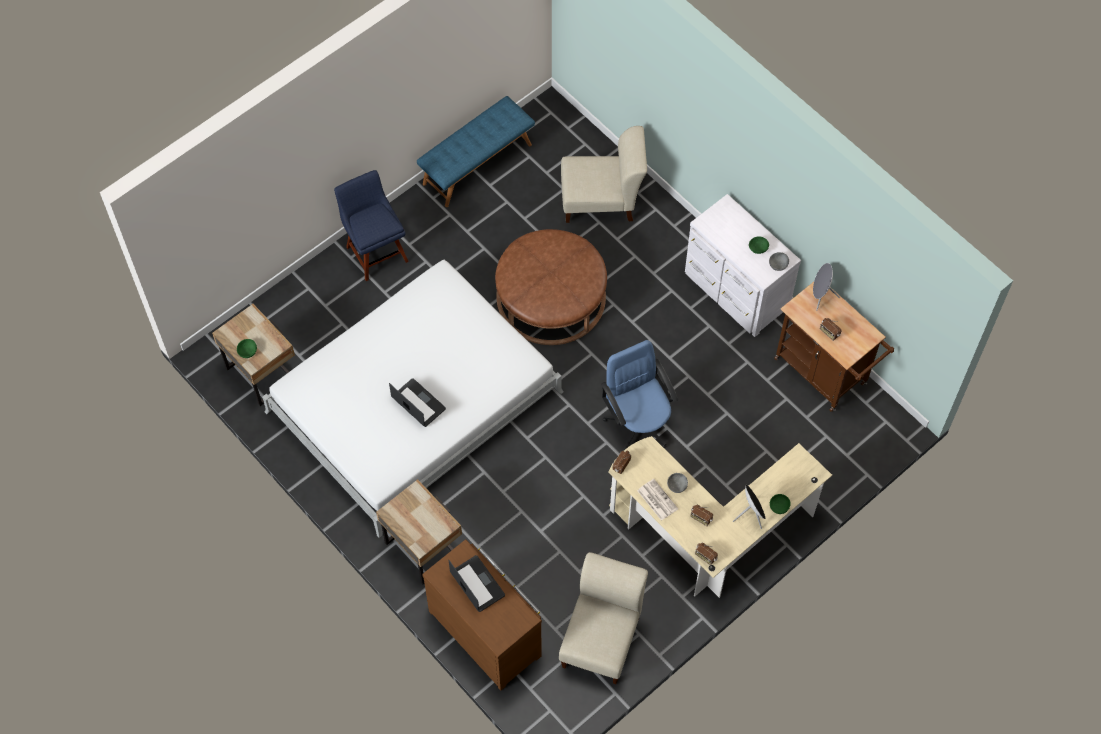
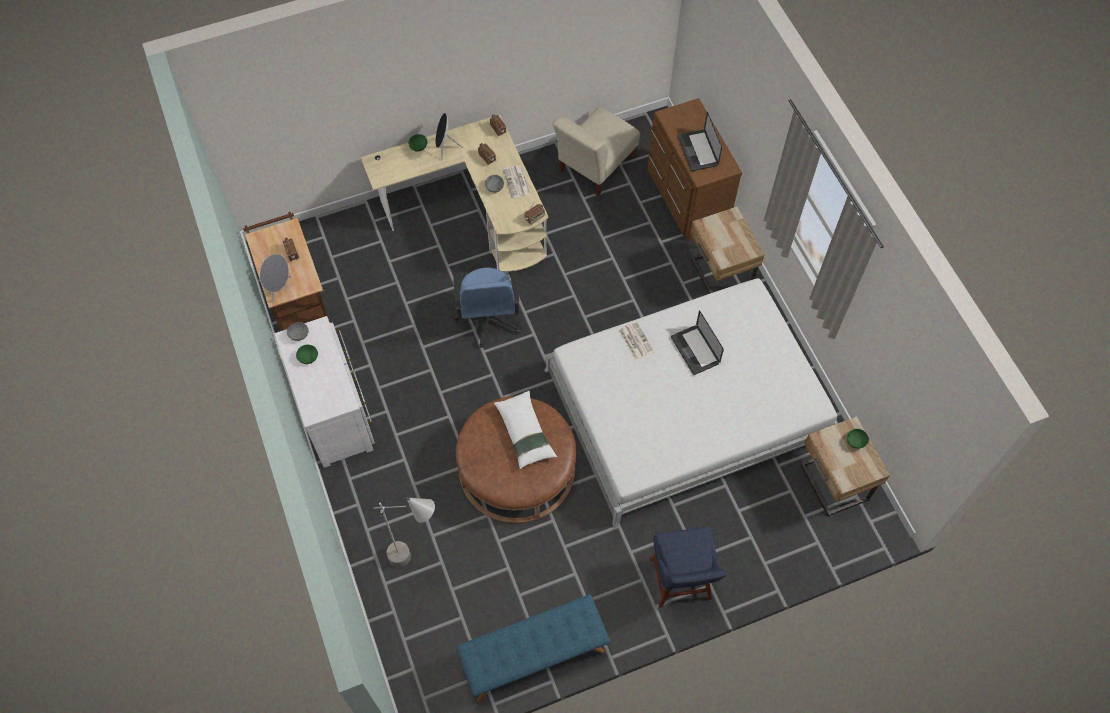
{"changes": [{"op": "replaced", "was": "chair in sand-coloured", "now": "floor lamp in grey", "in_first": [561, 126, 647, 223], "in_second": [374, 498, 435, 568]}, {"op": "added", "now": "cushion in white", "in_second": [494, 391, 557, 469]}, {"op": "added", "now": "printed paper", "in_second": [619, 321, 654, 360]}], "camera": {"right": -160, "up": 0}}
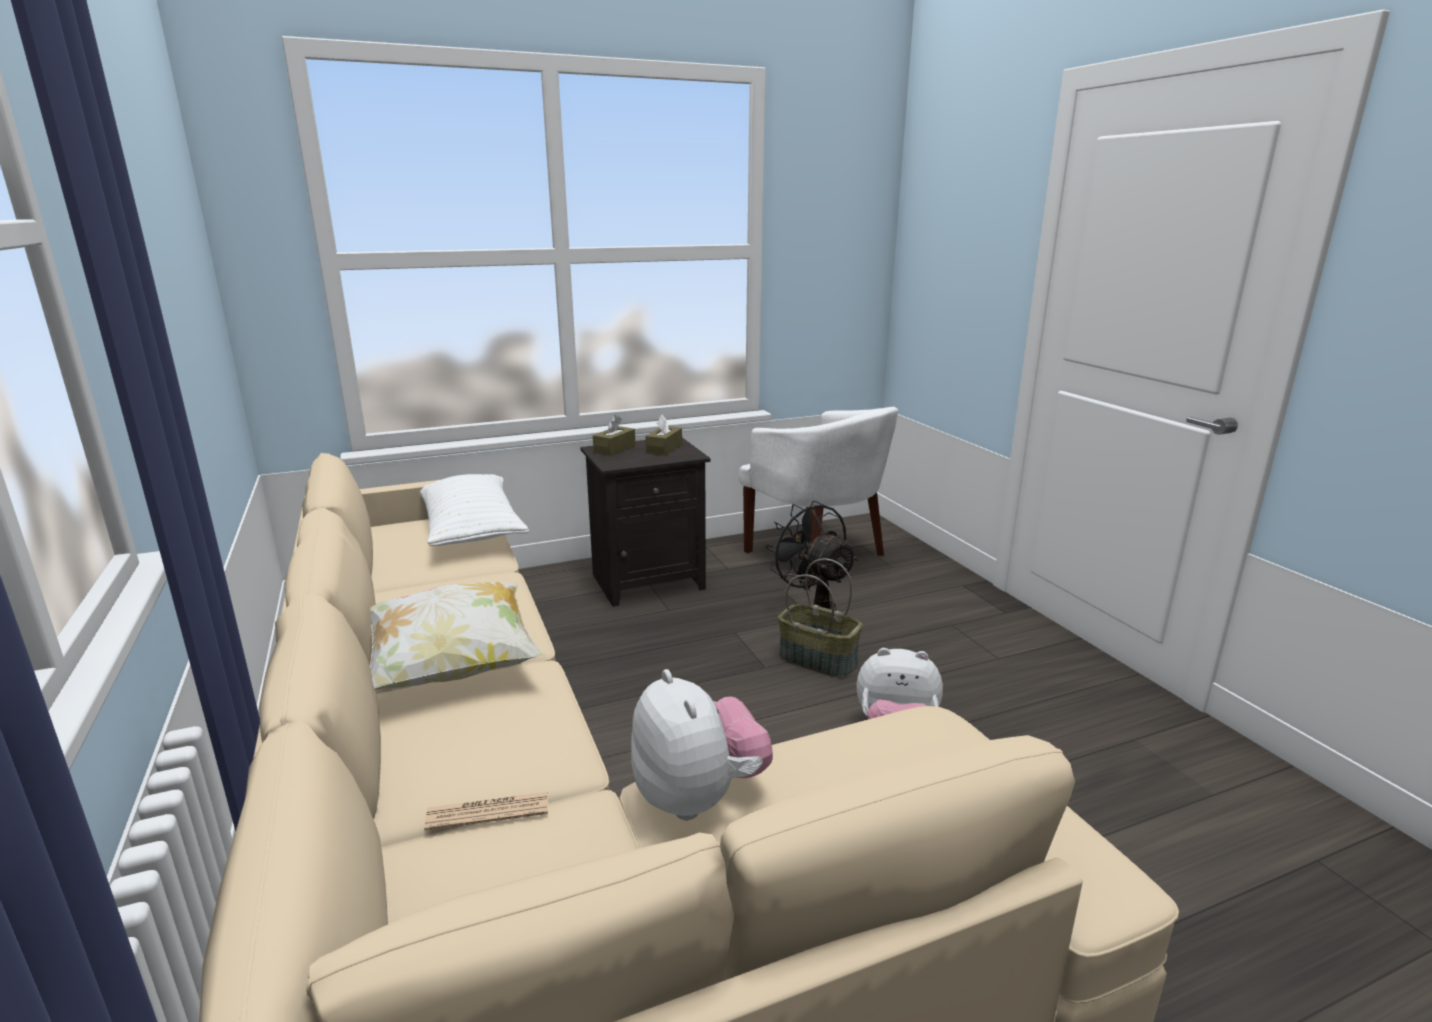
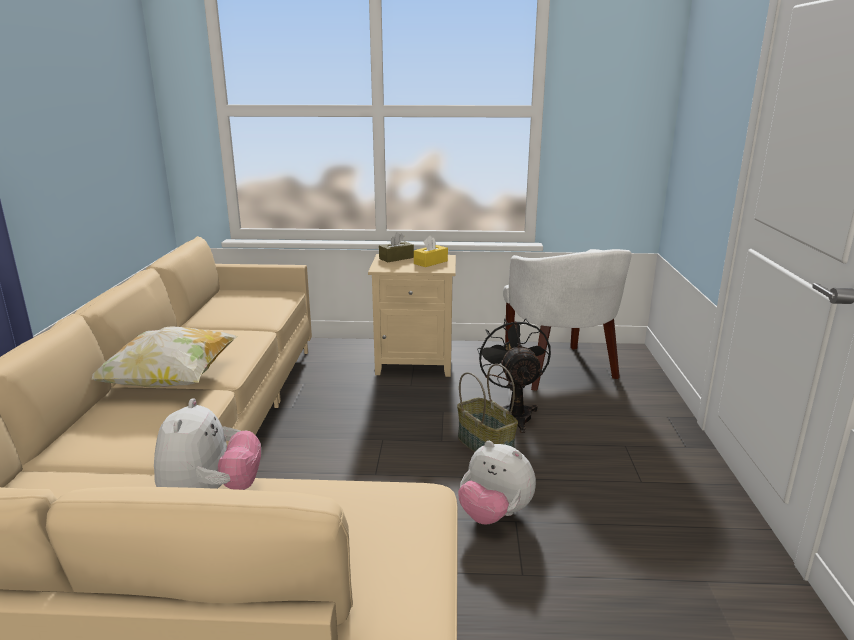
{"changes": [{"op": "recoloured", "was": "bedside table in black-coloured", "now": "bedside table in sand-coloured", "in_first": [580, 438, 710, 606], "in_second": [368, 254, 456, 377]}, {"op": "recoloured", "was": "tissue box in brownish", "now": "tissue box in yellow-coloured", "in_first": [645, 415, 682, 456], "in_second": [414, 235, 448, 267]}, {"op": "removed", "was": "cushion in white", "in_first": [420, 474, 529, 546]}, {"op": "removed", "was": "printed paper", "in_first": [424, 792, 548, 831]}], "camera": {"right": 25, "up": 0}}
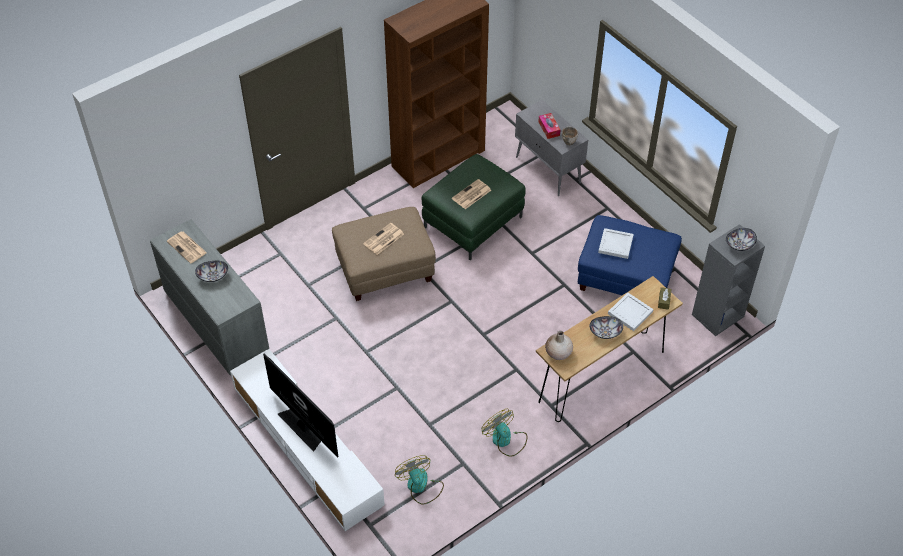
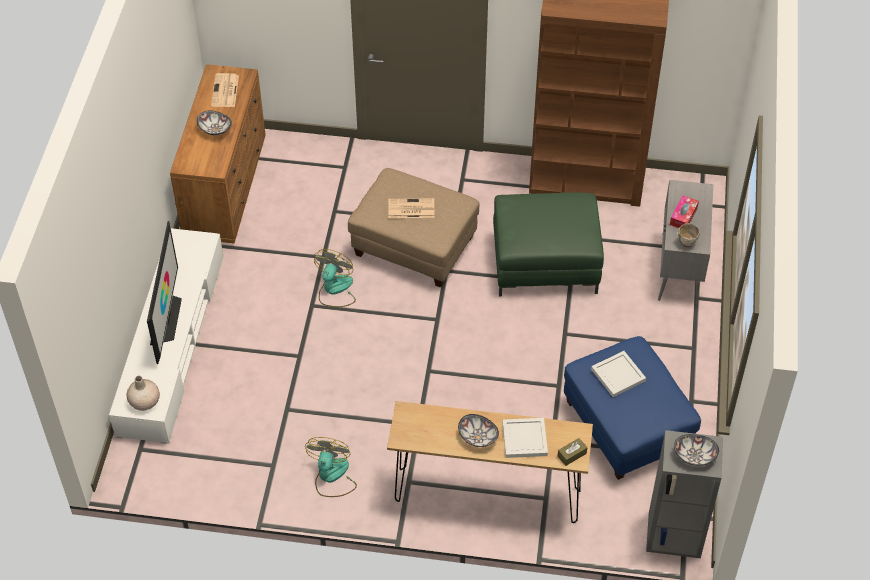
{"changes": [{"op": "moved", "was": "decorative vase in sand-coloured", "in_first": [545, 331, 573, 360], "in_second": [127, 376, 160, 411]}, {"op": "recoloured", "was": "drawer chest in grey", "now": "drawer chest in brownish", "in_first": [150, 219, 269, 376], "in_second": [170, 64, 266, 243]}, {"op": "moved", "was": "fan", "in_first": [395, 455, 444, 505], "in_second": [314, 249, 356, 307]}, {"op": "removed", "was": "printed paper", "in_first": [452, 179, 491, 209]}], "camera": {"right": 45, "up": 0}}
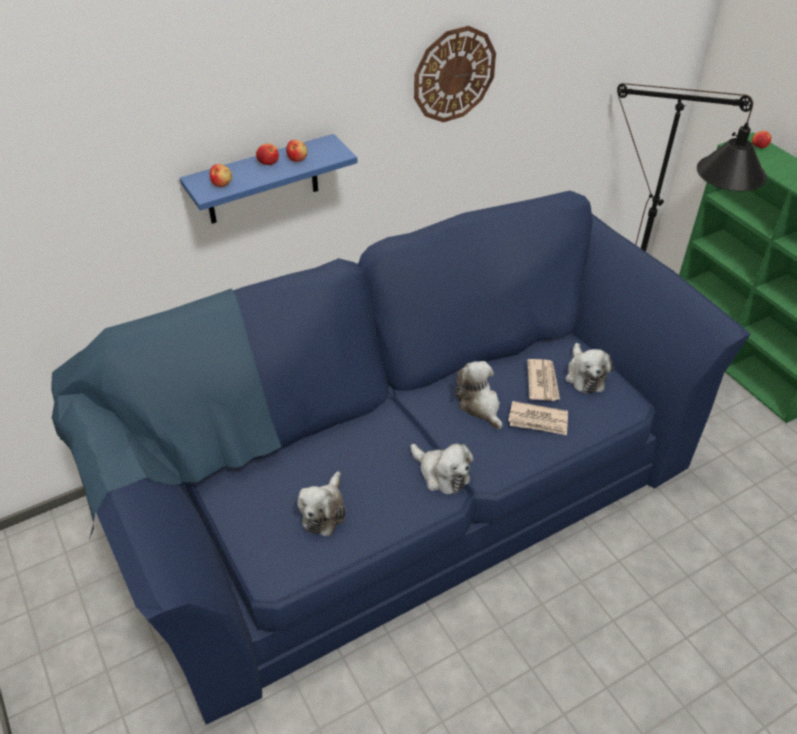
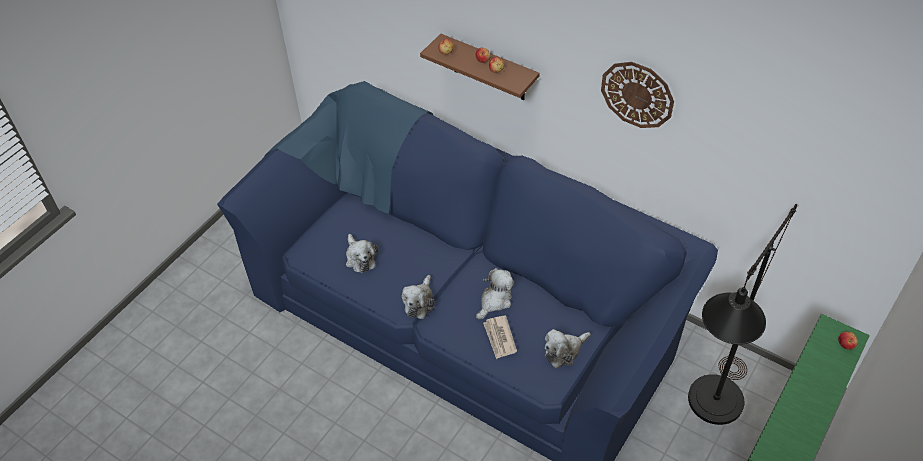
{"changes": [{"op": "turned", "was": "plush toy", "in_first": [297, 471, 346, 536], "in_second": [346, 234, 378, 273], "clockwise": -105}, {"op": "recoloured", "was": "shelf in blue-coloured", "now": "shelf in brownish", "in_first": [180, 134, 358, 224], "in_second": [420, 34, 540, 100]}, {"op": "removed", "was": "printed paper", "in_first": [527, 359, 560, 401]}], "camera": {"right": 65, "up": 5}}
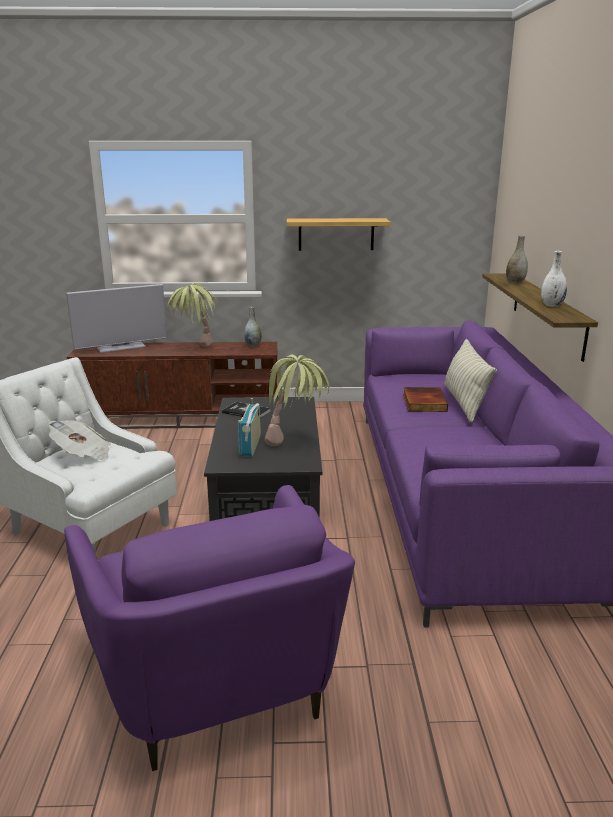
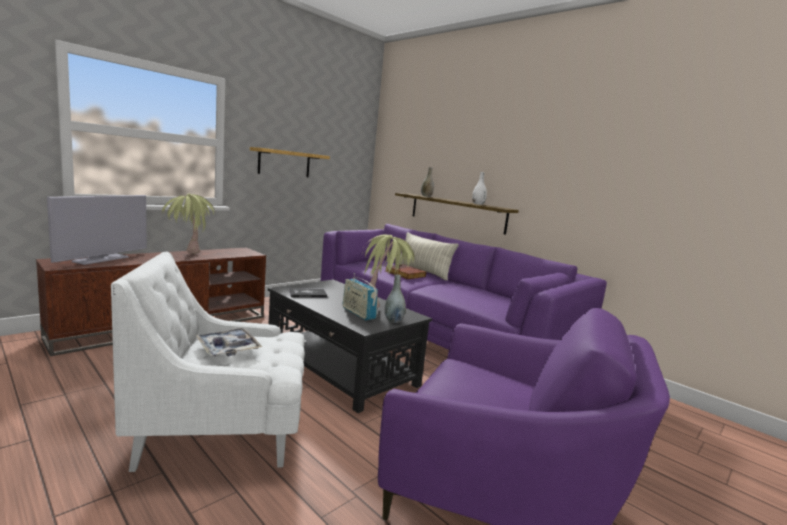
{"changes": [{"op": "replaced", "was": "printed paper", "now": "tray", "in_first": [48, 420, 110, 461], "in_second": [196, 328, 262, 356]}, {"op": "moved", "was": "decorative vase in grey", "in_first": [244, 307, 262, 347], "in_second": [385, 274, 406, 323]}], "camera": {"right": -45, "up": -10}}
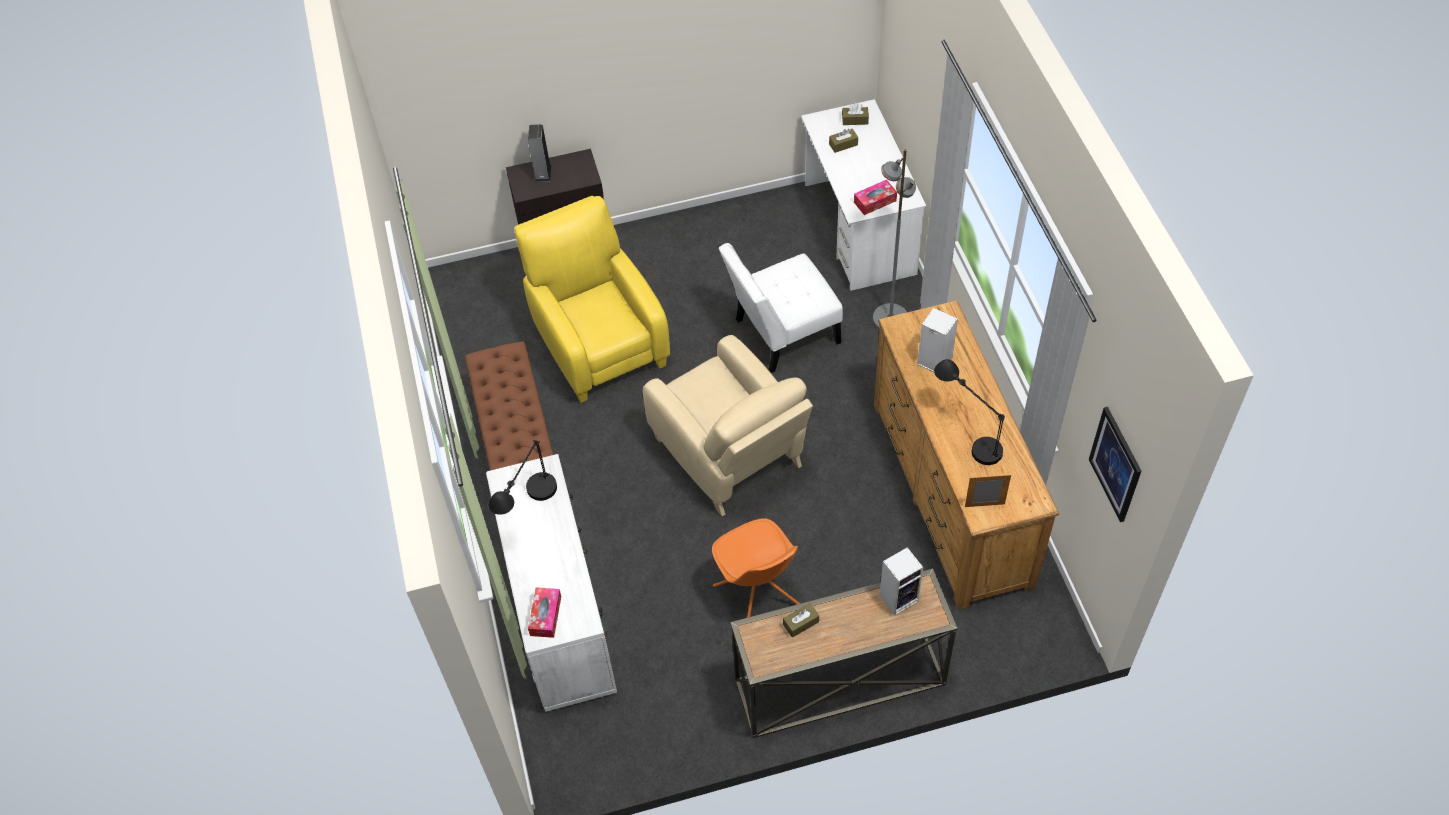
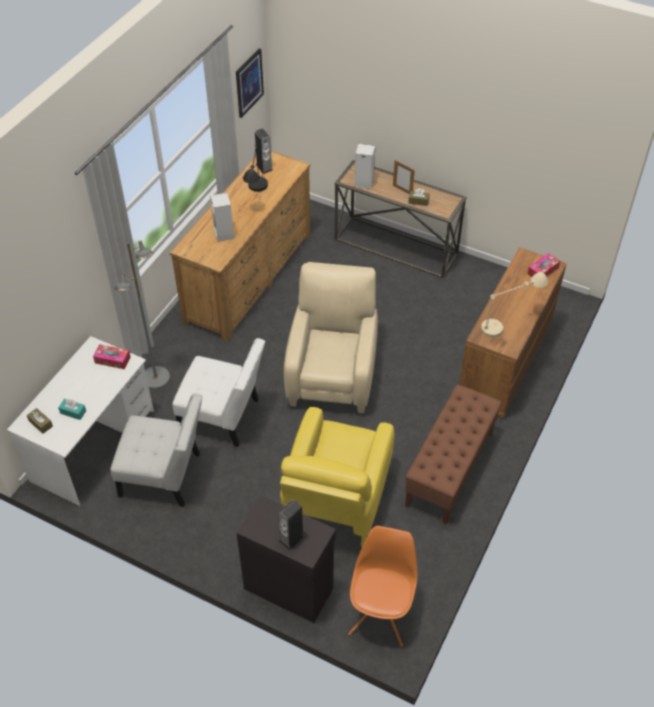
{"changes": [{"op": "recoloured", "was": "tissue box in brownish", "now": "tissue box in turquoise-coloured", "in_first": [829, 129, 858, 153], "in_second": [58, 399, 86, 420]}, {"op": "added", "now": "chair in white", "in_second": [110, 393, 203, 507]}, {"op": "added", "now": "audio speaker", "in_second": [255, 128, 273, 174]}, {"op": "moved", "was": "chair in orangey", "in_first": [712, 518, 800, 618], "in_second": [348, 526, 418, 647]}, {"op": "moved", "was": "picture frame", "in_first": [965, 475, 1011, 507], "in_second": [393, 160, 415, 194]}, {"op": "recoloured", "was": "drawer chest in white", "now": "drawer chest in brownish", "in_first": [486, 454, 617, 712], "in_second": [459, 247, 566, 418]}, {"op": "recoloured", "was": "table lamp in black-coloured", "now": "table lamp in sand-coloured", "in_first": [489, 440, 557, 515], "in_second": [481, 272, 548, 337]}], "camera": {"right": -140, "up": -5}}
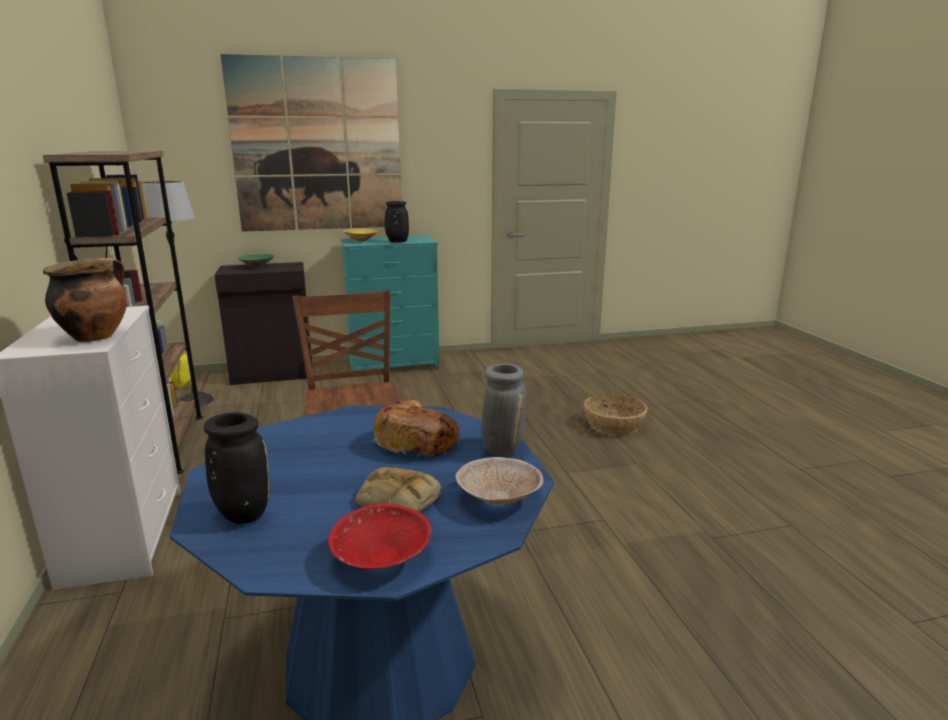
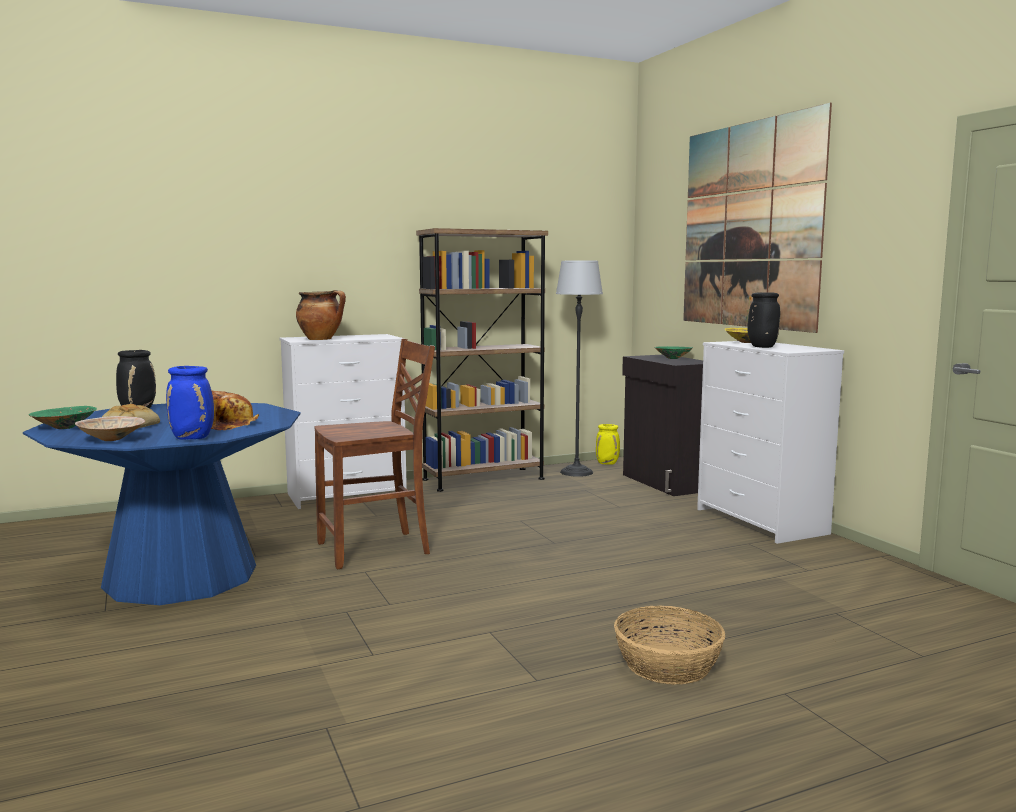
{"changes": [{"op": "recoloured", "was": "bowl in red", "now": "bowl in green", "in_first": [328, 504, 431, 569], "in_second": [29, 406, 97, 429]}, {"op": "recoloured", "was": "decorative vase in grey", "now": "decorative vase in blue-coloured", "in_first": [481, 363, 527, 456], "in_second": [166, 366, 214, 439]}, {"op": "recoloured", "was": "drawer chest in turquoise-coloured", "now": "drawer chest in white", "in_first": [341, 235, 439, 371], "in_second": [697, 341, 844, 544]}], "camera": {"right": 80, "up": -10}}
